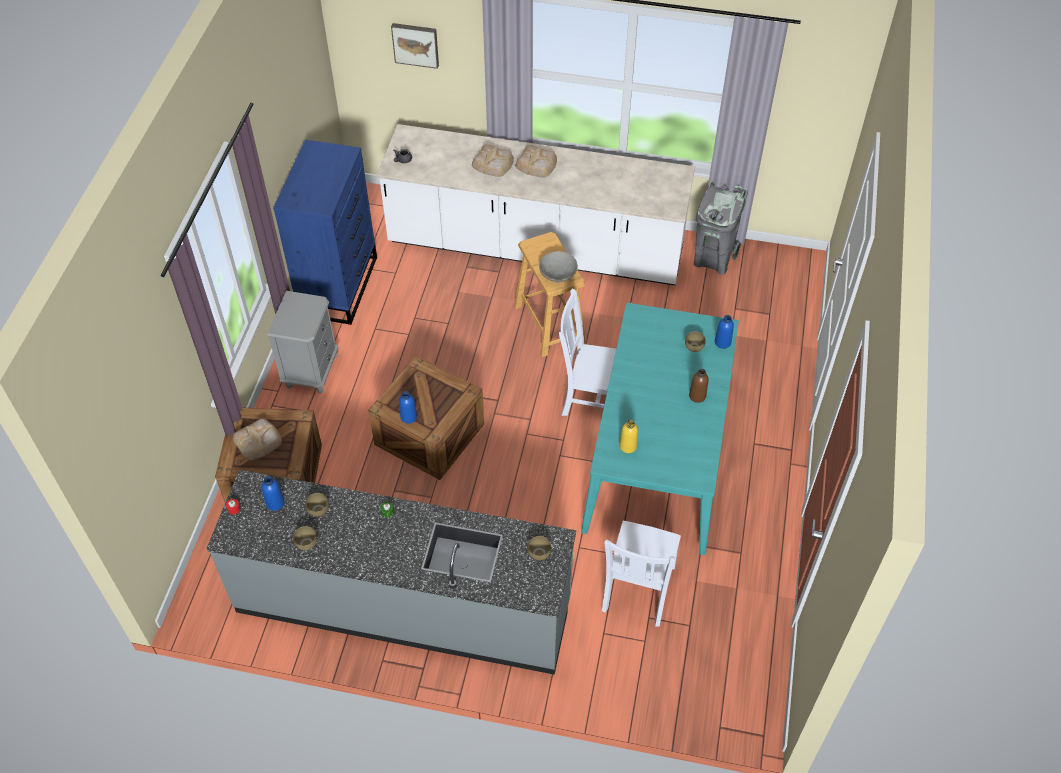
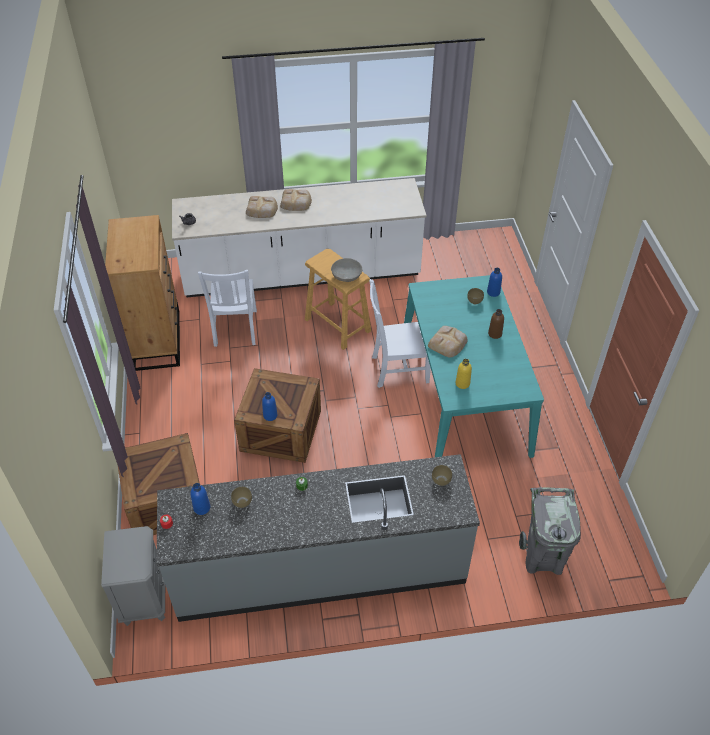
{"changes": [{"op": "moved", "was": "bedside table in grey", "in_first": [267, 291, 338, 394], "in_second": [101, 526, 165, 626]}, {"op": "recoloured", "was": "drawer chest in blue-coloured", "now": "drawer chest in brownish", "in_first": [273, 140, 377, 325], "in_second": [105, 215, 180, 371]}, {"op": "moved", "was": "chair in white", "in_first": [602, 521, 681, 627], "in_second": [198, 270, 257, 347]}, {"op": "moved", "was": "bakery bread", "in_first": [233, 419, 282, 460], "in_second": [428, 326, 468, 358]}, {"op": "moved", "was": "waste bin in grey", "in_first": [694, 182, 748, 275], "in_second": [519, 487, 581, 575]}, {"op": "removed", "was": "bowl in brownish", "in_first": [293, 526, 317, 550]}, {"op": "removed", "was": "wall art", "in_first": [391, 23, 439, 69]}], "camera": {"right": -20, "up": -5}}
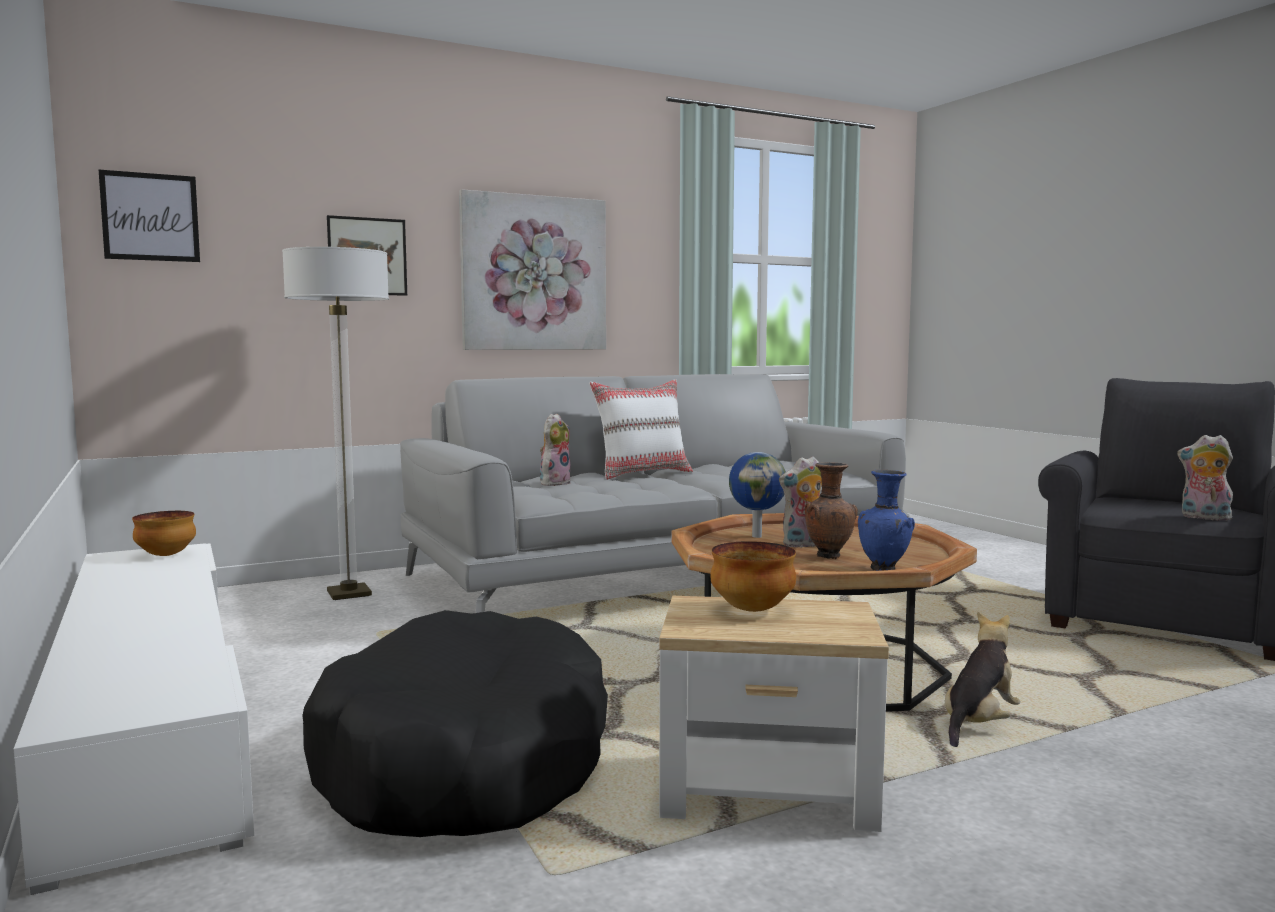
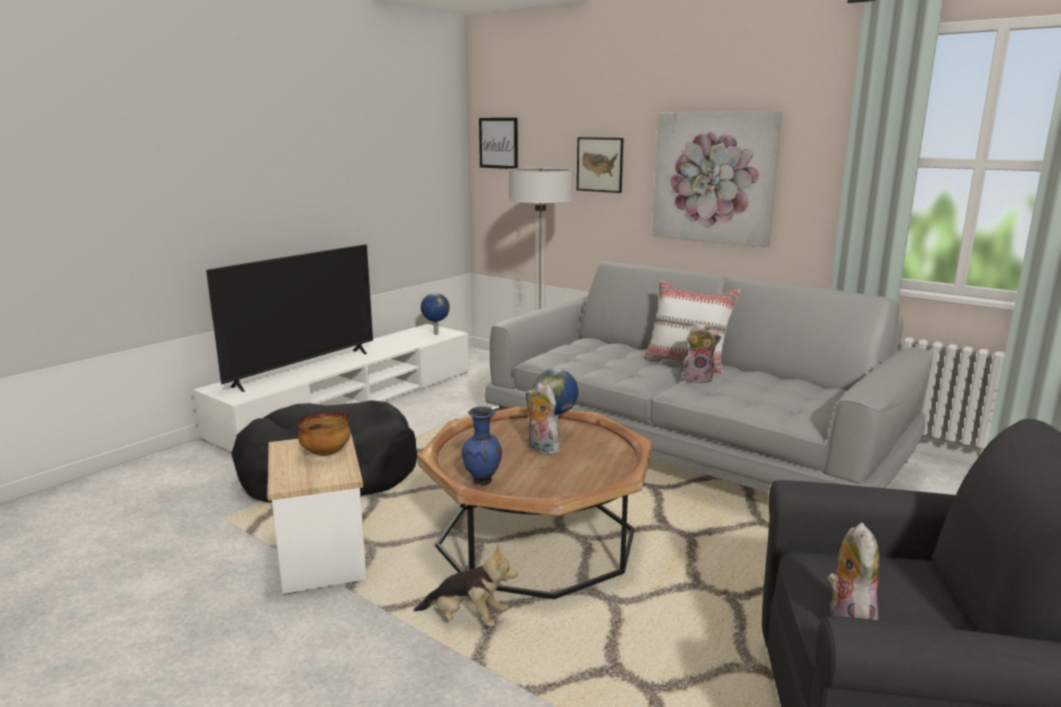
{"changes": [{"op": "added", "now": "TV", "in_second": [206, 244, 373, 392]}, {"op": "replaced", "was": "bowl", "now": "desk globe", "in_first": [132, 511, 196, 556], "in_second": [421, 293, 450, 335]}, {"op": "moved", "was": "plush toy", "in_first": [540, 414, 570, 486], "in_second": [683, 323, 722, 383]}, {"op": "removed", "was": "decorative vase in brownish", "in_first": [805, 462, 858, 559]}], "camera": {"right": 65, "up": 10}}
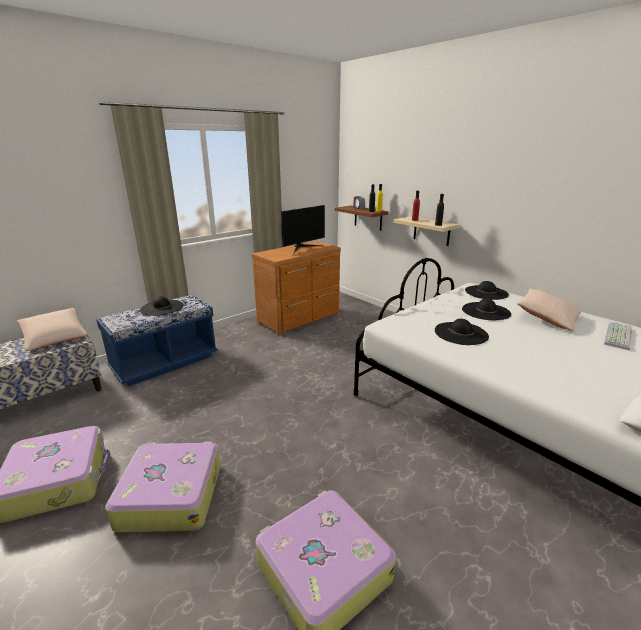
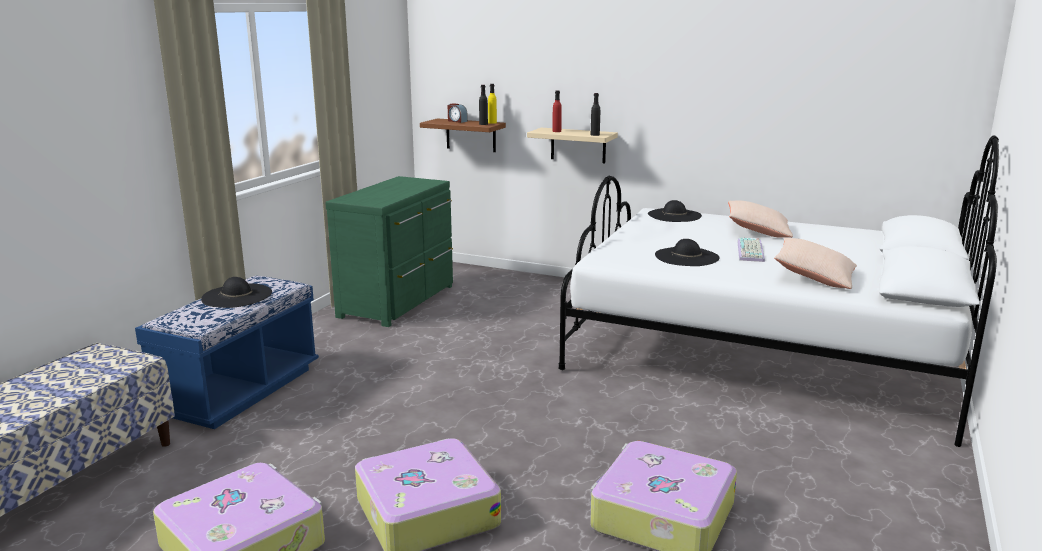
{"changes": [{"op": "recoloured", "was": "drawer chest in brownish", "now": "drawer chest in green", "in_first": [252, 241, 341, 336], "in_second": [325, 176, 453, 327]}, {"op": "moved", "was": "computer keyboard", "in_first": [604, 322, 632, 351], "in_second": [737, 238, 765, 262]}, {"op": "moved", "was": "cushion in sand-coloured", "in_first": [16, 308, 88, 351], "in_second": [774, 238, 857, 289]}, {"op": "removed", "was": "computer display", "in_first": [281, 205, 325, 253]}, {"op": "removed", "was": "clothing hat in black-coloured", "in_first": [462, 298, 511, 320]}], "camera": {"right": -25, "up": -5}}
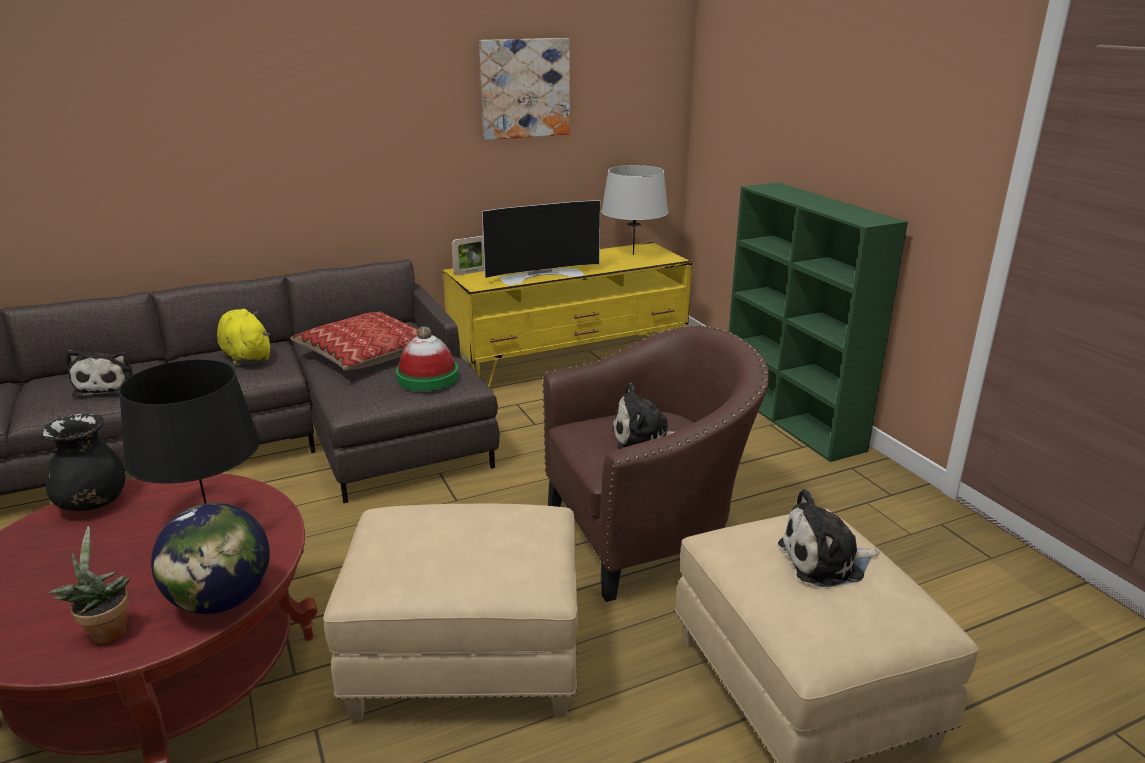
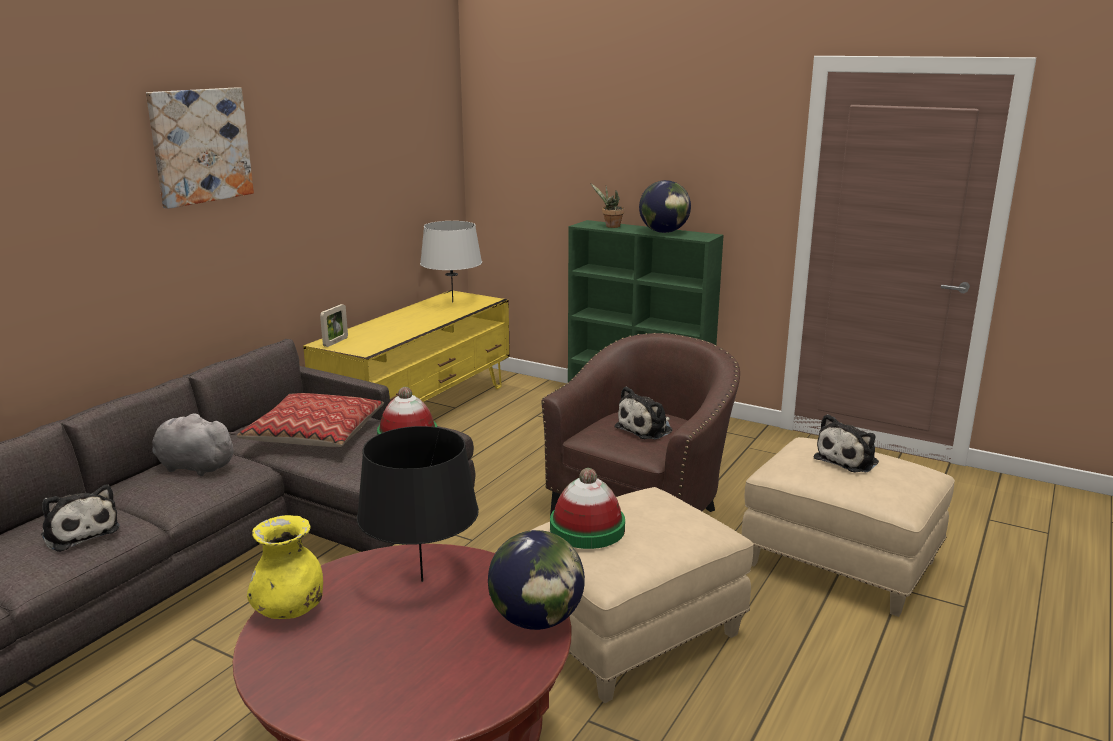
{"changes": [{"op": "moved", "was": "wall art", "in_first": [479, 38, 570, 140], "in_second": [146, 88, 254, 209]}, {"op": "recoloured", "was": "plush toy in yellow-coloured", "now": "plush toy in grey", "in_first": [217, 309, 270, 366], "in_second": [152, 413, 237, 476]}, {"op": "recoloured", "was": "decorative vase in black-coloured", "now": "decorative vase in yellow-coloured", "in_first": [41, 414, 125, 511], "in_second": [247, 515, 323, 619]}, {"op": "added", "now": "clothing hat", "in_second": [550, 468, 625, 549]}, {"op": "moved", "was": "houseplant", "in_first": [49, 526, 130, 644], "in_second": [591, 184, 624, 228]}, {"op": "added", "now": "desk globe", "in_second": [639, 180, 691, 233]}, {"op": "removed", "was": "TV", "in_first": [482, 200, 600, 285]}], "camera": {"right": -35, "up": -5}}
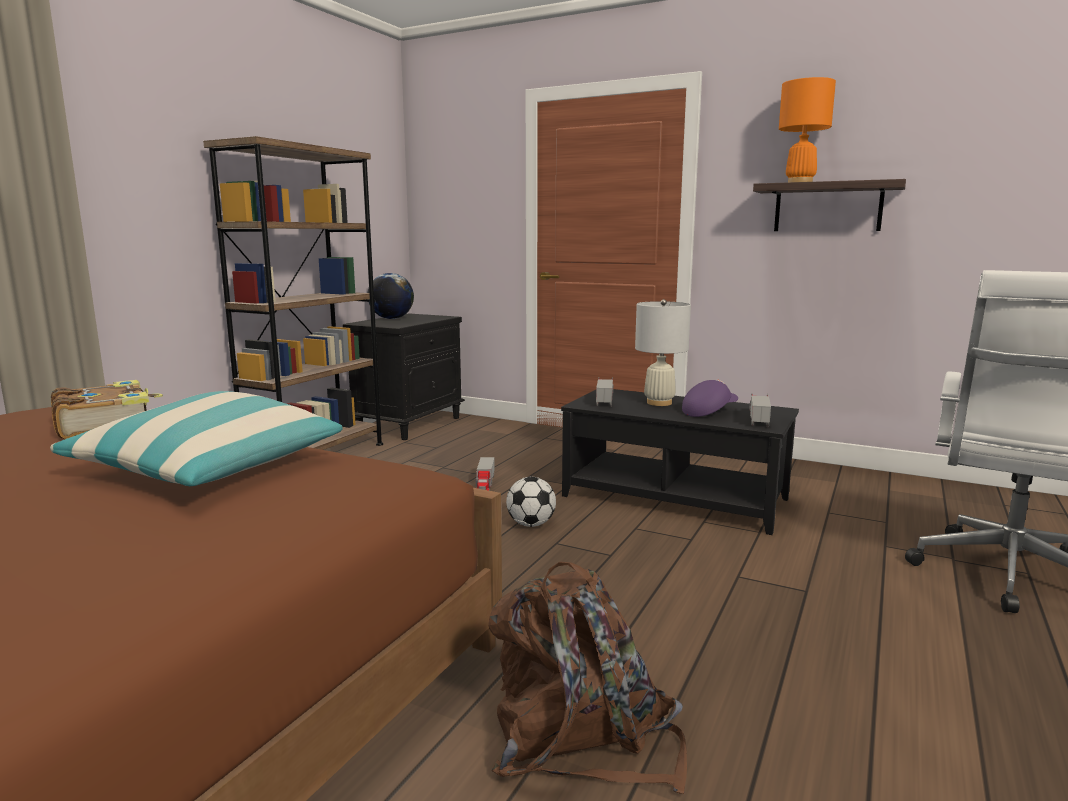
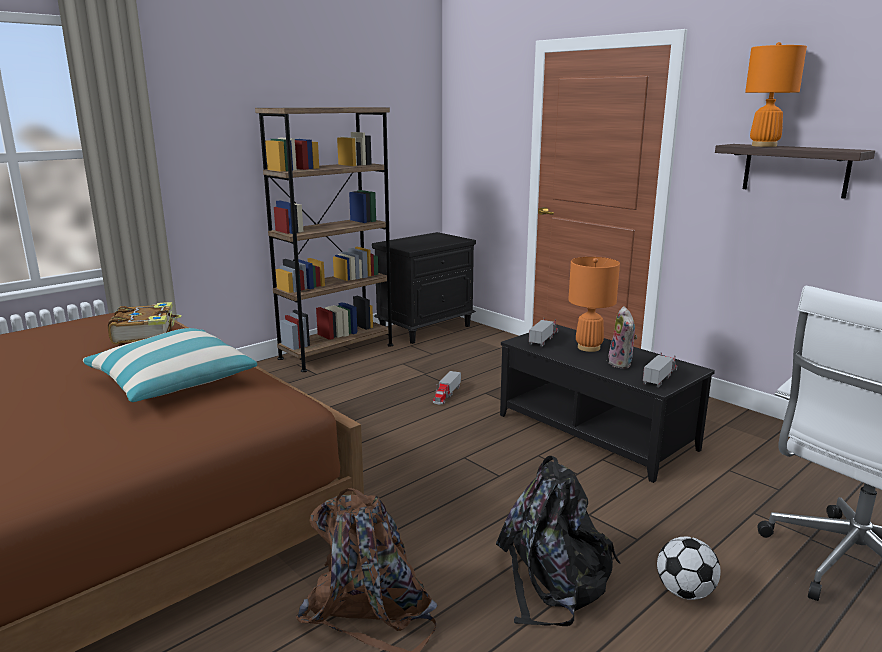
{"changes": [{"op": "added", "now": "rucksack in black-coloured", "in_second": [496, 456, 620, 626]}, {"op": "recoloured", "was": "table lamp in white", "now": "table lamp in orangey", "in_first": [635, 299, 691, 406], "in_second": [568, 257, 620, 352]}, {"op": "replaced", "was": "cap in purple-coloured", "now": "plush toy", "in_first": [682, 379, 738, 417], "in_second": [608, 306, 637, 368]}, {"op": "moved", "was": "football ball", "in_first": [506, 477, 556, 527], "in_second": [657, 536, 721, 600]}, {"op": "removed", "was": "desk globe", "in_first": [368, 273, 414, 319]}], "camera": {"right": 20, "up": 5}}
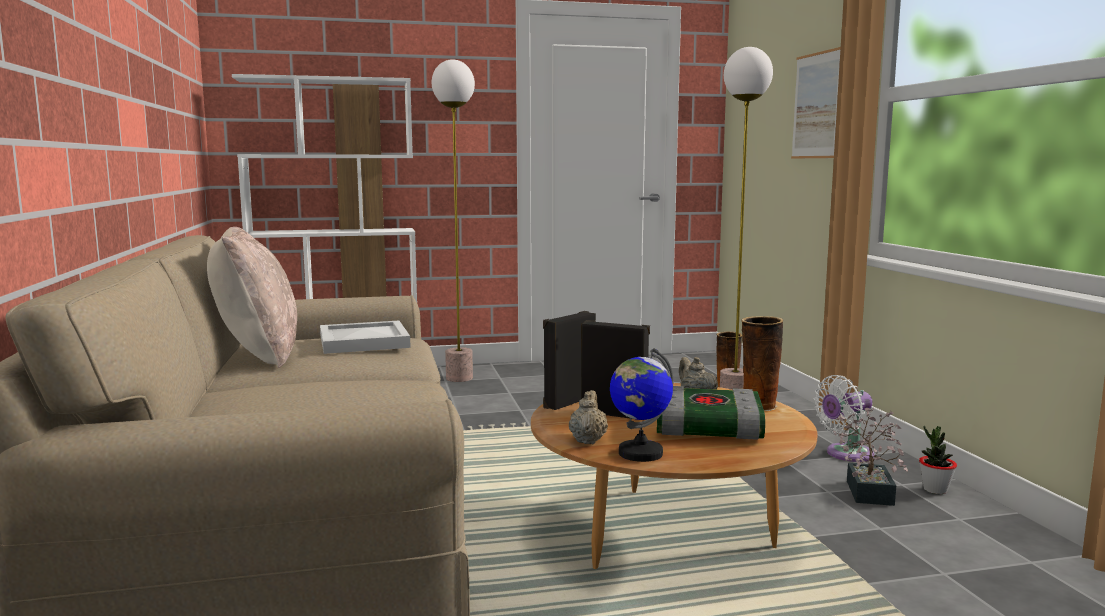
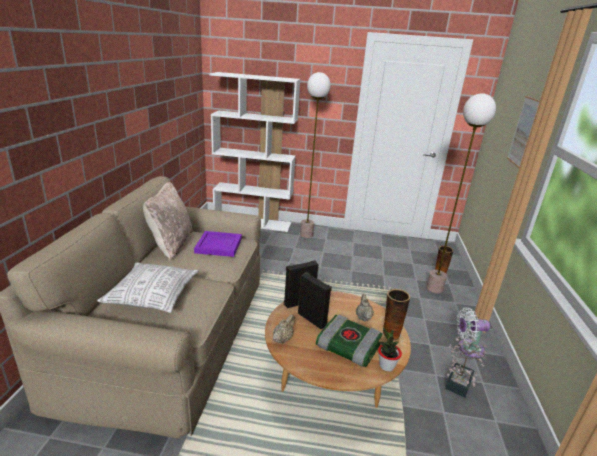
{"changes": [{"op": "added", "now": "cushion", "in_second": [97, 262, 199, 313]}, {"op": "recoloured", "was": "tray in white", "now": "tray in purple-coloured", "in_first": [320, 321, 411, 354], "in_second": [194, 231, 242, 257]}, {"op": "moved", "was": "houseplant", "in_first": [919, 426, 957, 494], "in_second": [378, 327, 402, 372]}, {"op": "removed", "was": "desk globe", "in_first": [610, 348, 673, 462]}], "camera": {"right": 20, "up": 15}}
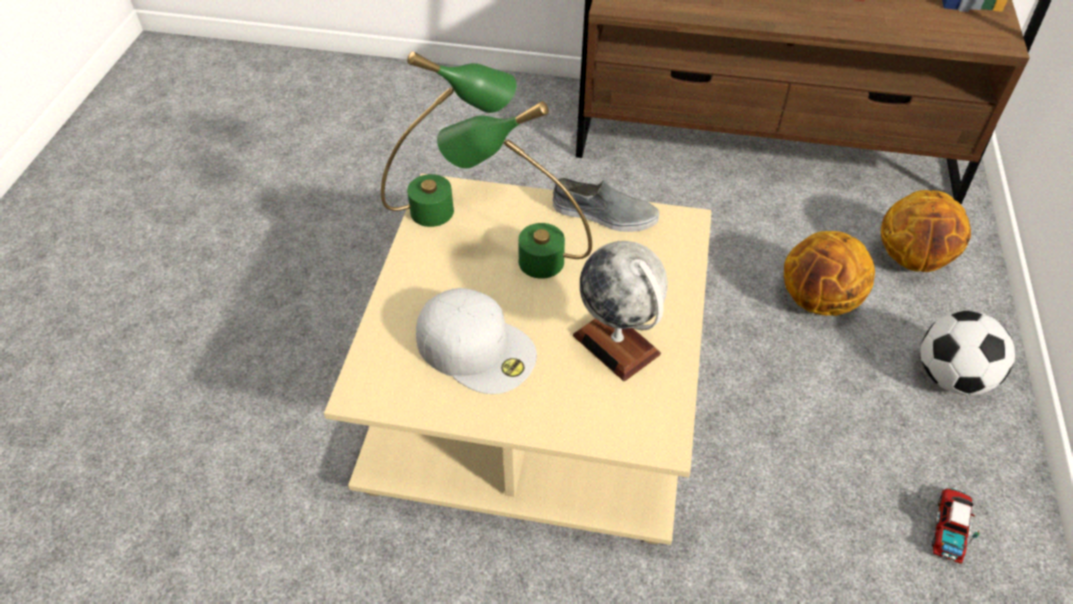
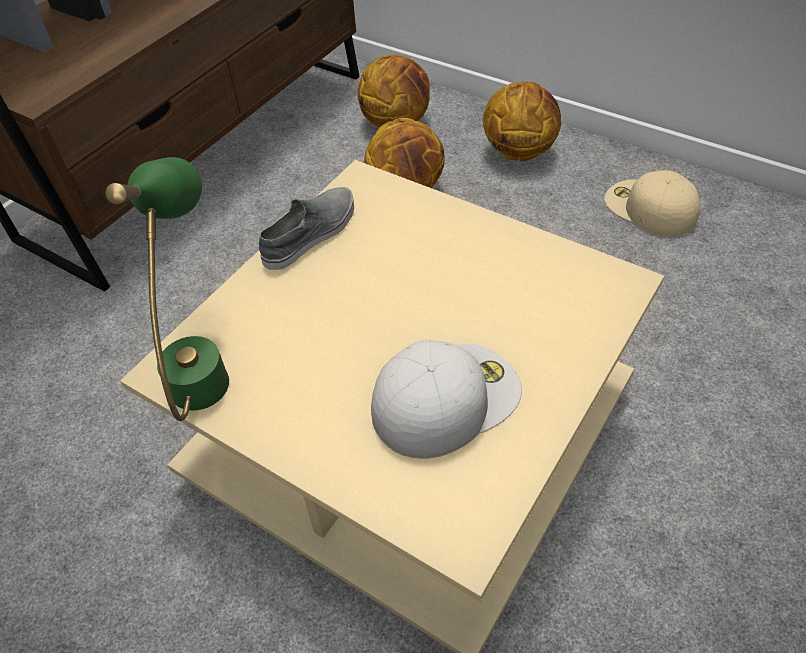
{"changes": [{"op": "replaced", "was": "football ball", "now": "basketball ball", "in_first": [921, 311, 1015, 396], "in_second": [483, 81, 561, 161]}, {"op": "replaced", "was": "toy truck", "now": "cap in sand-coloured", "in_first": [932, 488, 980, 564], "in_second": [604, 170, 700, 237]}, {"op": "removed", "was": "table lamp in green", "in_first": [437, 101, 592, 279]}, {"op": "removed", "was": "desk globe", "in_first": [573, 241, 668, 381]}], "camera": {"right": -65, "up": 0}}
